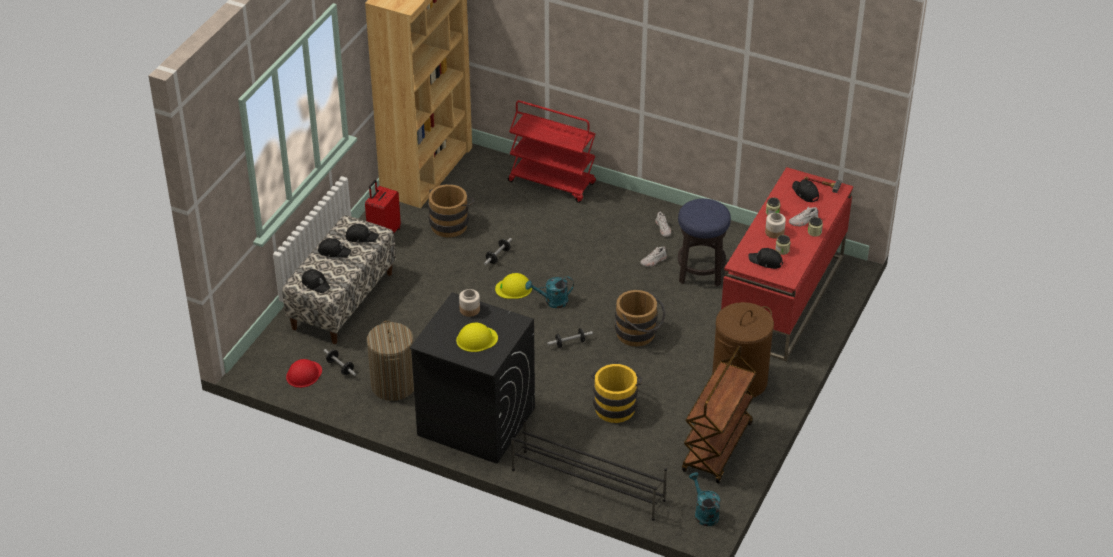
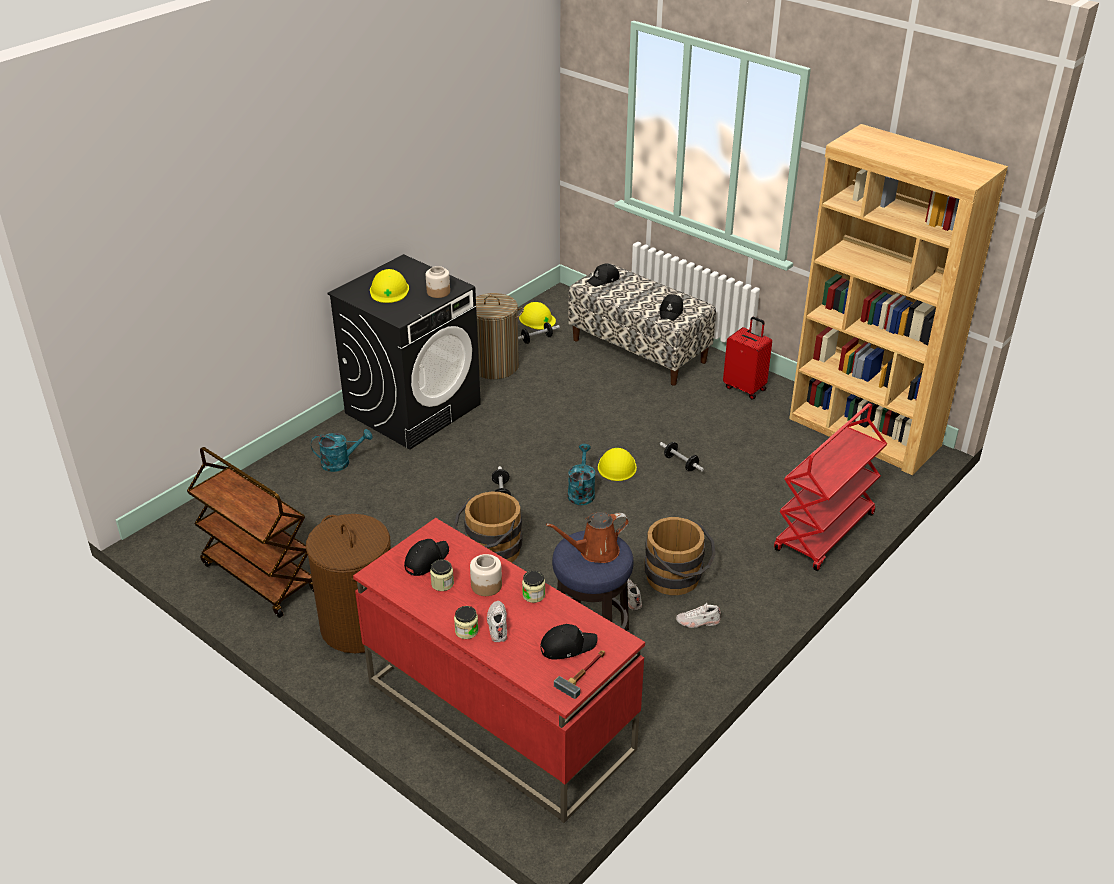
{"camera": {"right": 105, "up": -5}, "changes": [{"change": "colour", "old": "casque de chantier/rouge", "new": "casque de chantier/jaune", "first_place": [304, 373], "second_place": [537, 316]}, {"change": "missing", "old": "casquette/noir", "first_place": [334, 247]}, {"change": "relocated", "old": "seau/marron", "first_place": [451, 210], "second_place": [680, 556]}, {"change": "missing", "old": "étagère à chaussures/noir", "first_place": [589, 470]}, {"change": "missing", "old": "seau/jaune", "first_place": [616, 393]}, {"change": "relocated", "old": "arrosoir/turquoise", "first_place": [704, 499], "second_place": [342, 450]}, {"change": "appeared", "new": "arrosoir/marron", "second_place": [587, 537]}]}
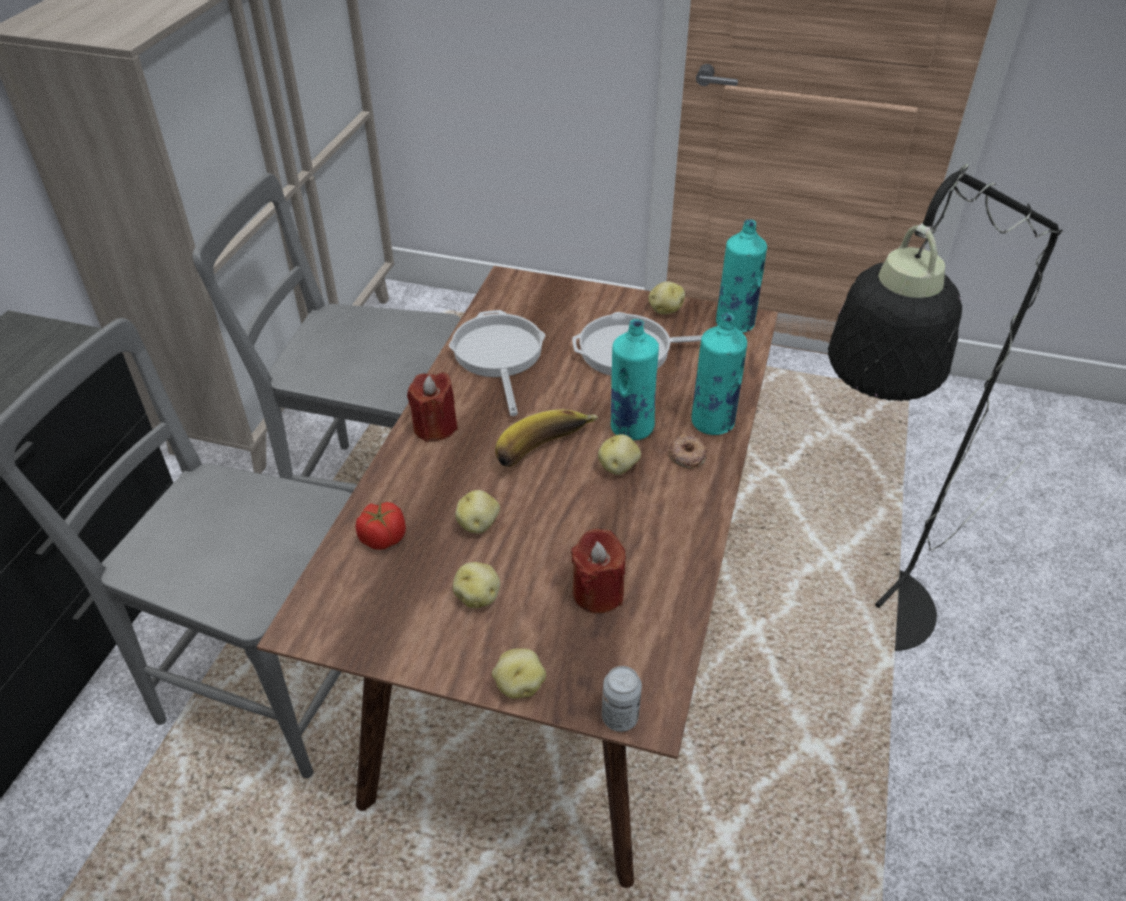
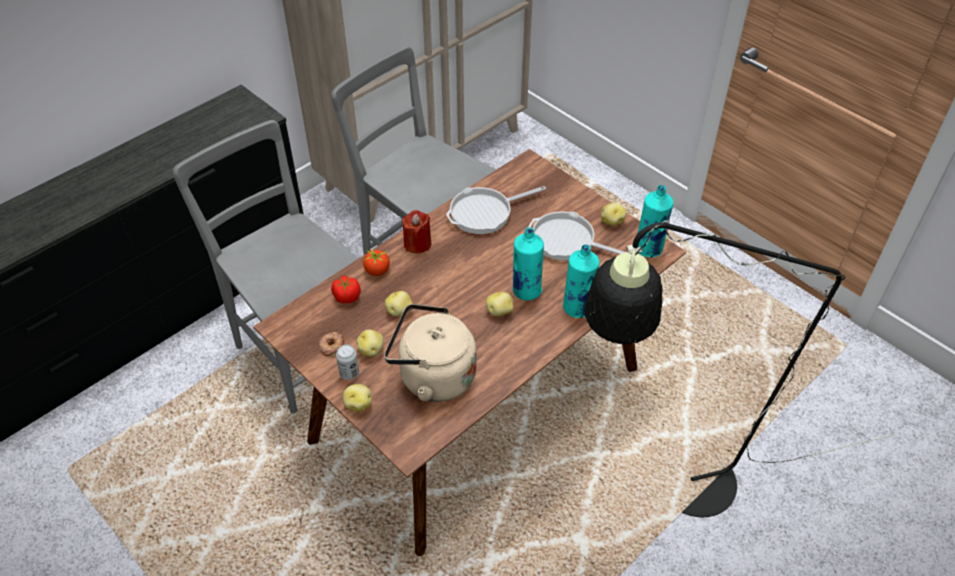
{"camera": {"right": 30, "up": 5}, "changes": [{"change": "spun", "old": "poêle", "first_place": [497, 363], "second_place": [496, 210], "degrees": -135}, {"change": "missing", "old": "banane", "first_place": [547, 438]}, {"change": "exchanged", "old": "bougie/rouge", "new": "bouilloire/beige", "first_place": [598, 571], "second_place": [430, 353]}, {"change": "relocated", "old": "boîte métallique", "first_place": [622, 699], "second_place": [347, 362]}, {"change": "relocated", "old": "beignet", "first_place": [688, 451], "second_place": [331, 344]}, {"change": "appeared", "new": "tomate", "second_place": [376, 262]}]}
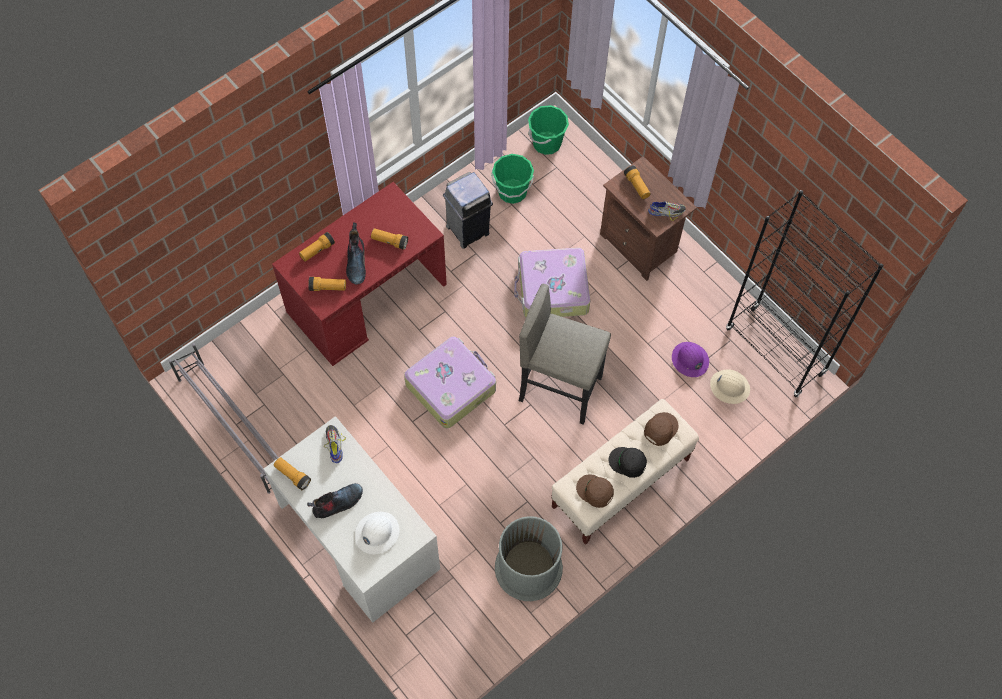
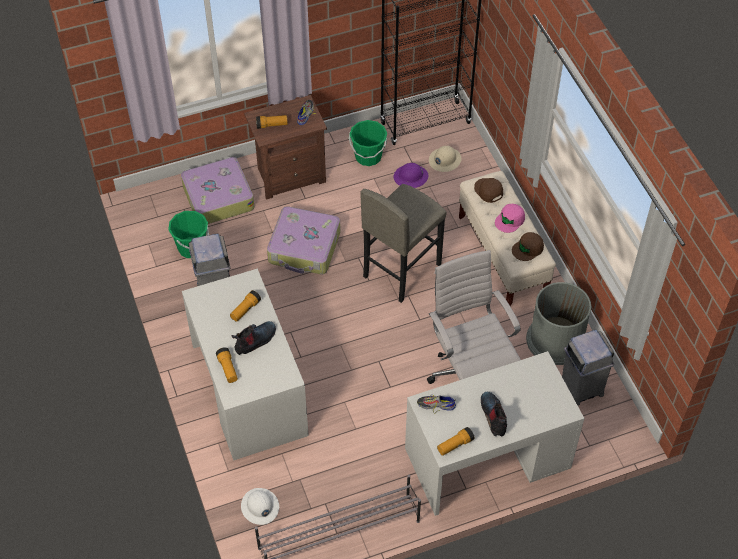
{"camera": {"right": -70, "up": -10}, "changes": [{"change": "colour", "old": "bureau/rouge", "new": "bureau/blanc", "first_place": [359, 274], "second_place": [245, 364]}, {"change": "missing", "old": "lampe de poche", "first_place": [327, 284]}, {"change": "spun", "old": "botte", "first_place": [356, 253], "second_place": [254, 338], "degrees": -60}, {"change": "relocated", "old": "casque de chantier/blanc", "first_place": [377, 533], "second_place": [260, 506]}, {"change": "relocated", "old": "valise", "first_place": [450, 382], "second_place": [217, 190]}, {"change": "relocated", "old": "seau/vert", "first_place": [548, 130], "second_place": [368, 143]}, {"change": "colour", "old": "casquette/noir", "new": "casquette/rose", "first_place": [628, 462], "second_place": [510, 218]}, {"change": "appeared", "new": "chaise de bureau/blanc", "second_place": [474, 317]}, {"change": "appeared", "new": "poubelle/gris", "second_place": [588, 368]}]}
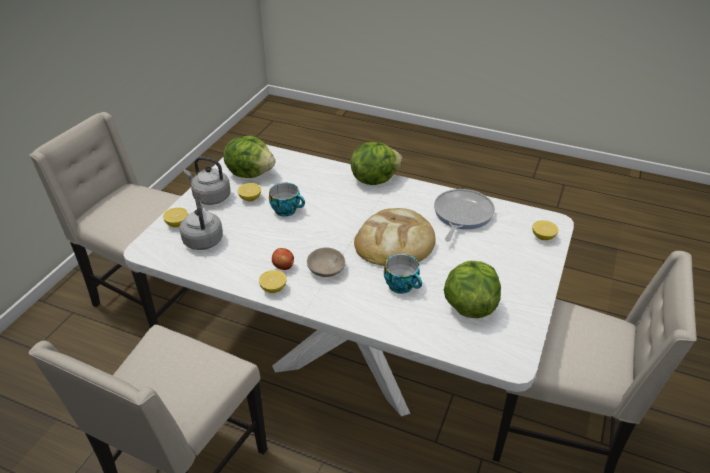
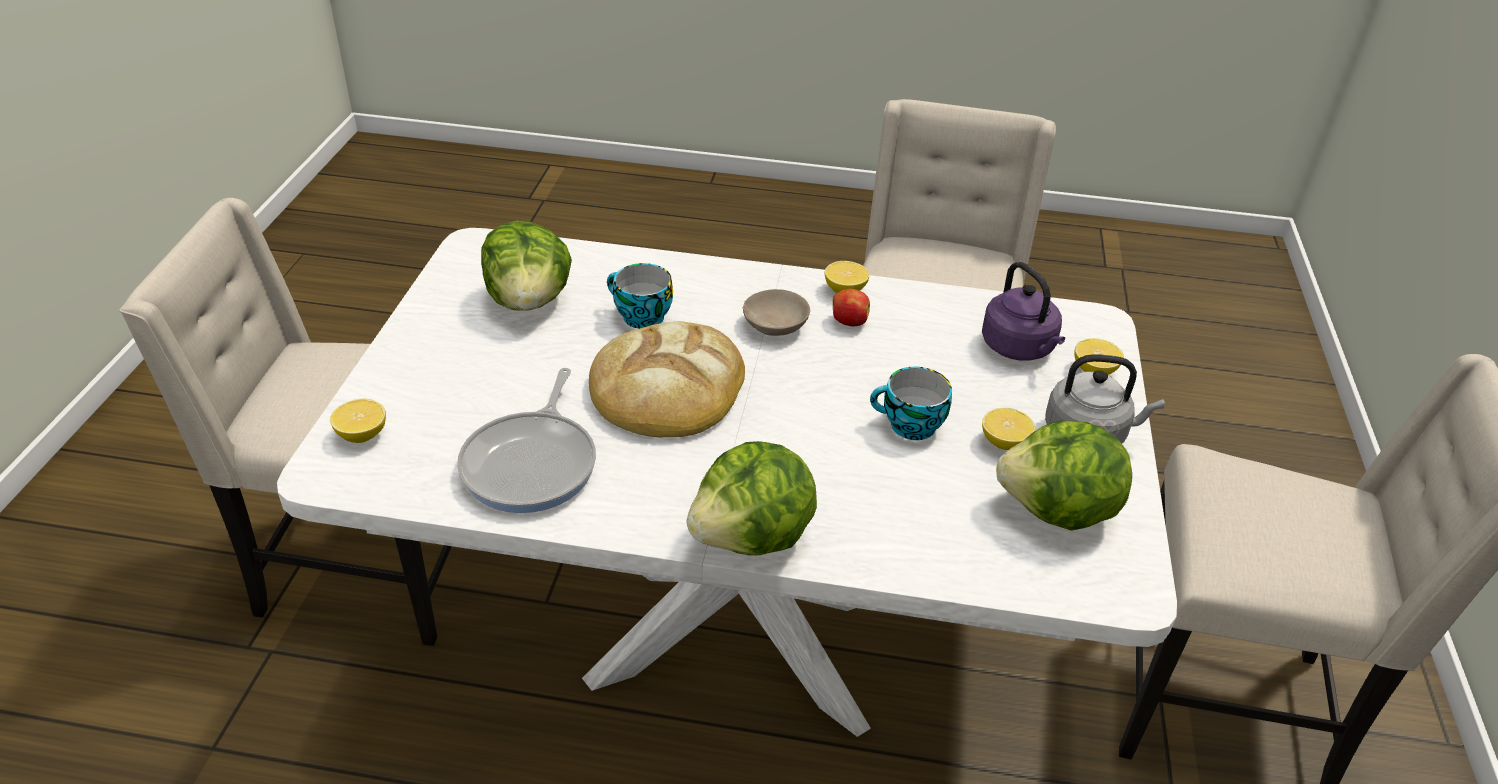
{"camera": {"right": 165, "up": 0}, "changes": [{"change": "colour", "old": "bouilloire/gris", "new": "bouilloire/violet", "first_place": [201, 223], "second_place": [1023, 311]}]}
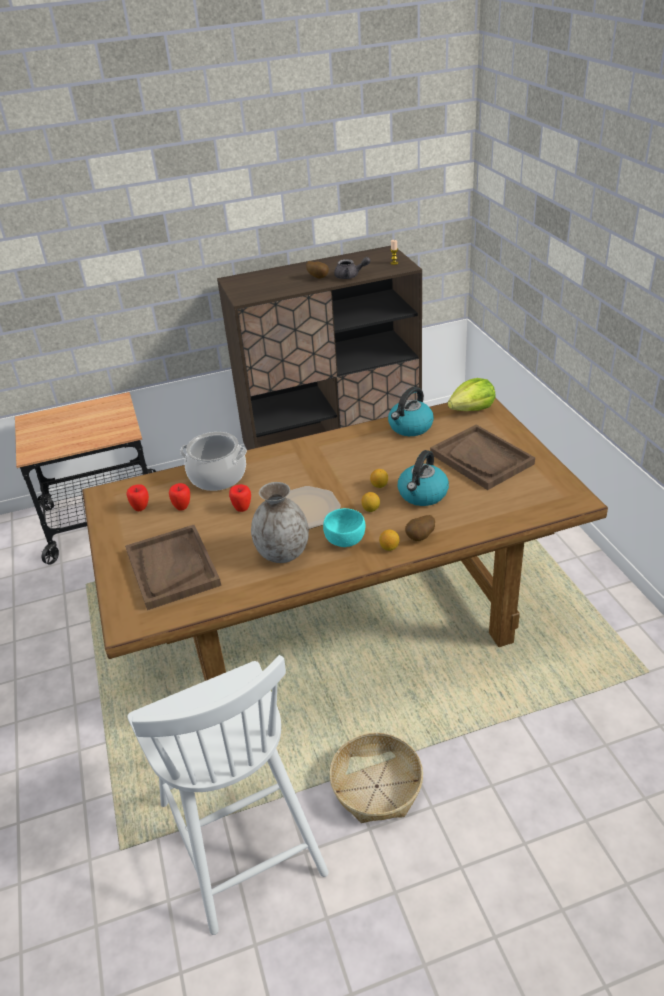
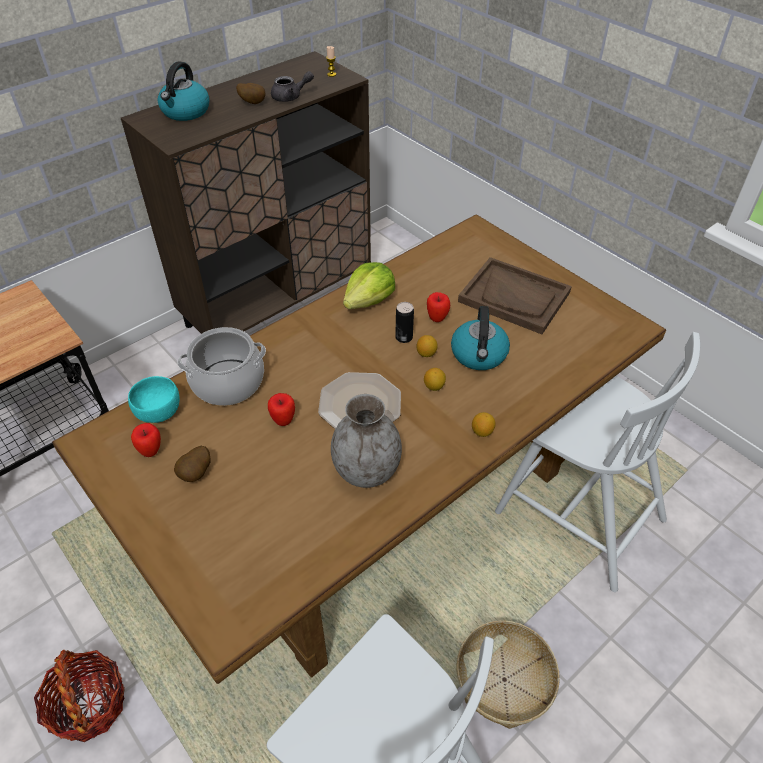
{"camera": {"right": -25, "up": 10}, "changes": [{"change": "missing", "old": "plateau/marron", "first_place": [173, 567]}, {"change": "relocated", "old": "pomme", "first_place": [179, 497], "second_place": [438, 307]}, {"change": "relocated", "old": "bol/turquoise", "first_place": [344, 527], "second_place": [154, 399]}, {"change": "relocated", "old": "bouilloire", "first_place": [411, 411], "second_place": [184, 91]}, {"change": "relocated", "old": "pomme de terre", "first_place": [420, 528], "second_place": [192, 464]}, {"change": "relocated", "old": "laitue", "first_place": [472, 394], "second_place": [369, 285]}, {"change": "appeared", "new": "panier", "second_place": [79, 696]}, {"change": "appeared", "new": "boîte métallique", "second_place": [404, 322]}, {"change": "appeared", "new": "chaise/blanc", "second_place": [597, 462]}]}
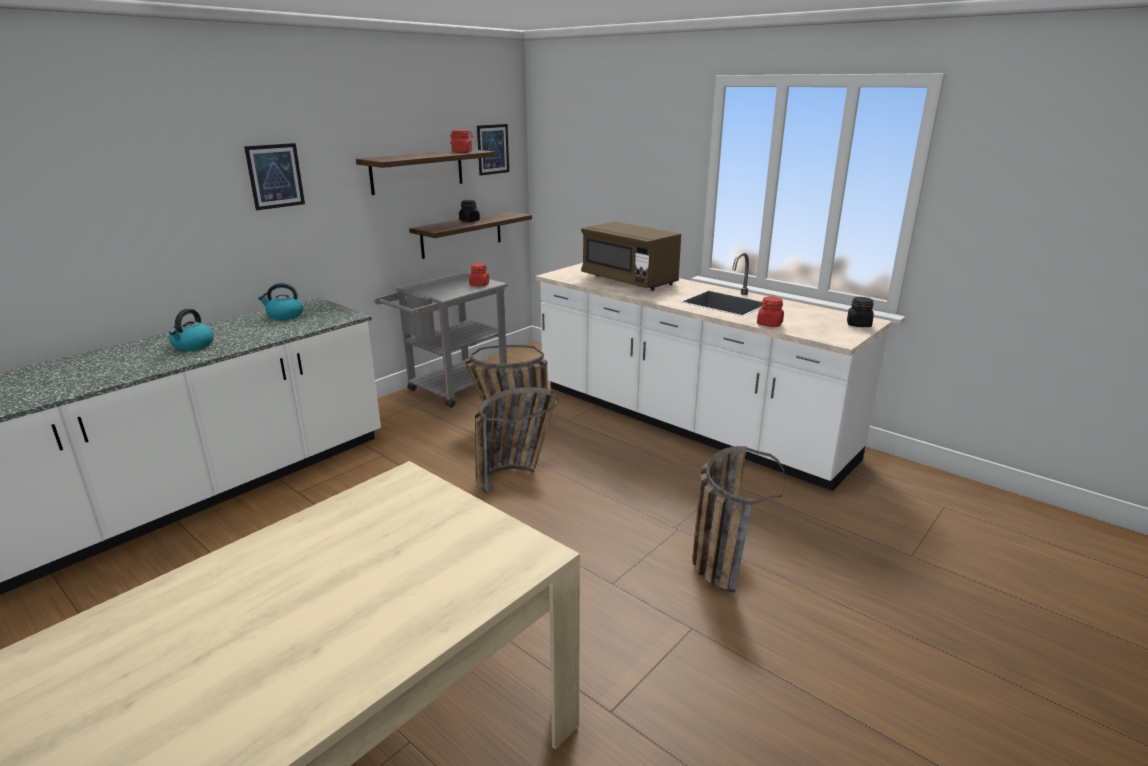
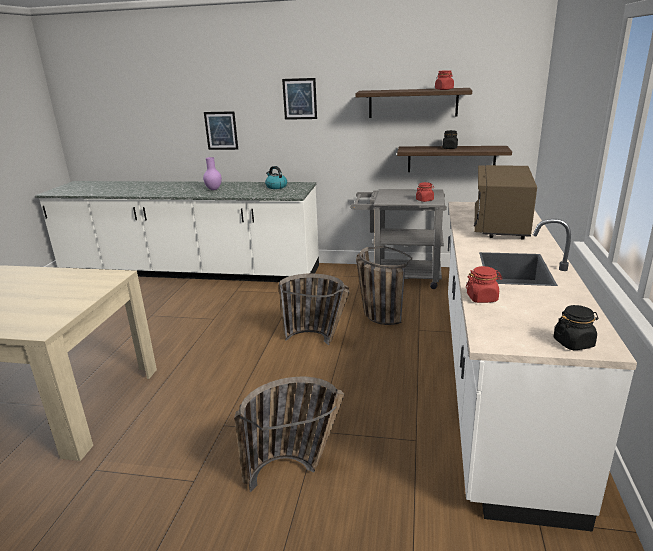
{"camera": {"right": 60, "up": 0}, "changes": [{"change": "exchanged", "old": "bouilloire", "new": "vase/violet", "first_place": [191, 330], "second_place": [212, 173]}, {"change": "relocated", "old": "tableau", "first_place": [493, 150], "second_place": [221, 130]}]}
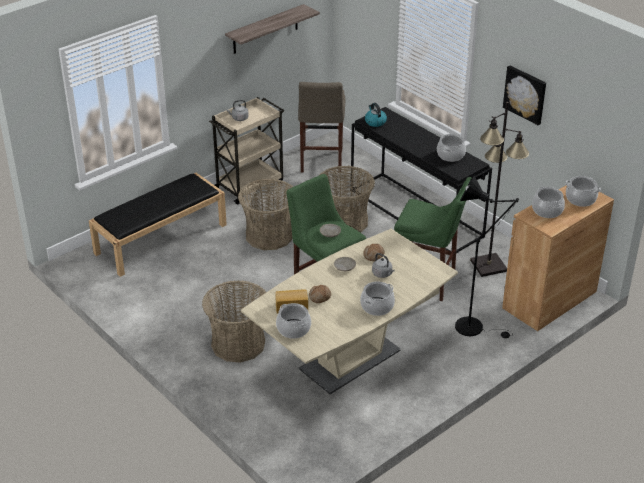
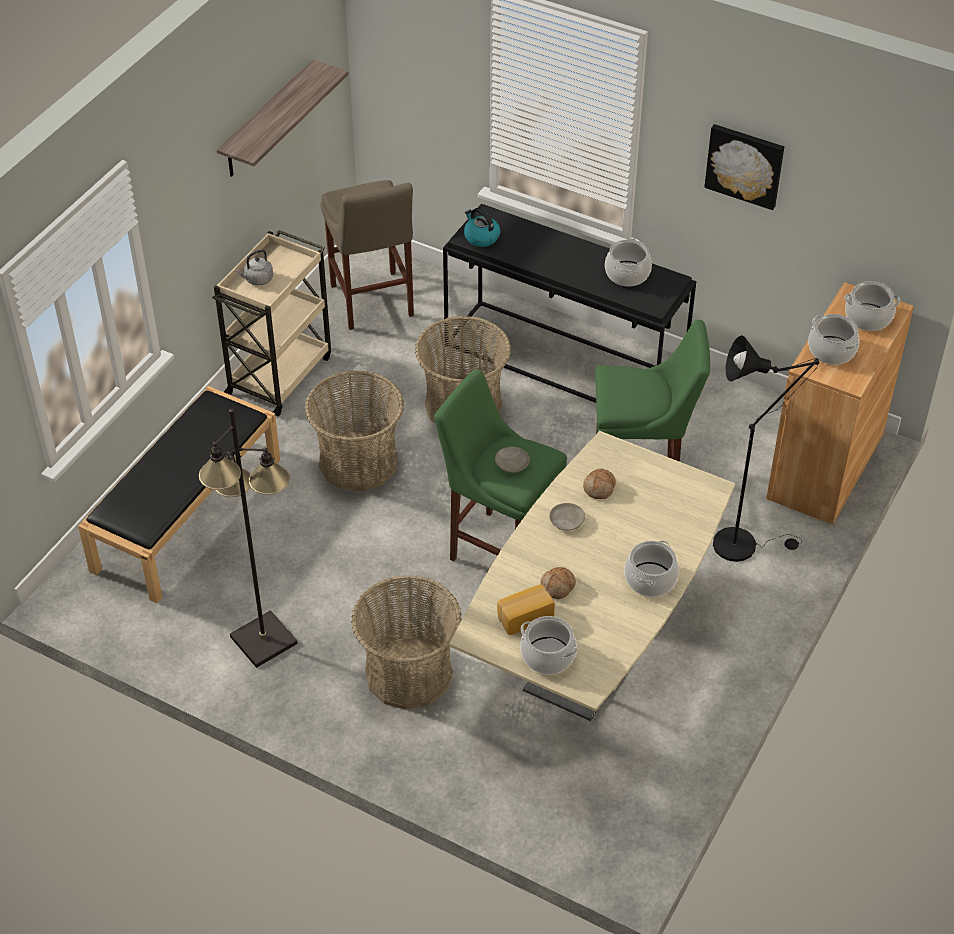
{"camera": {"right": -20, "up": 10}, "changes": [{"change": "missing", "old": "bouilloire/gris", "first_place": [383, 265]}, {"change": "relocated", "old": "lampadaire/noir", "first_place": [499, 189], "second_place": [248, 538]}]}
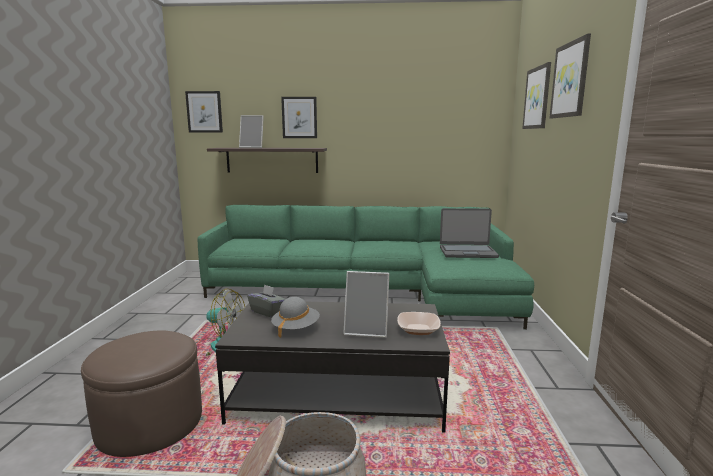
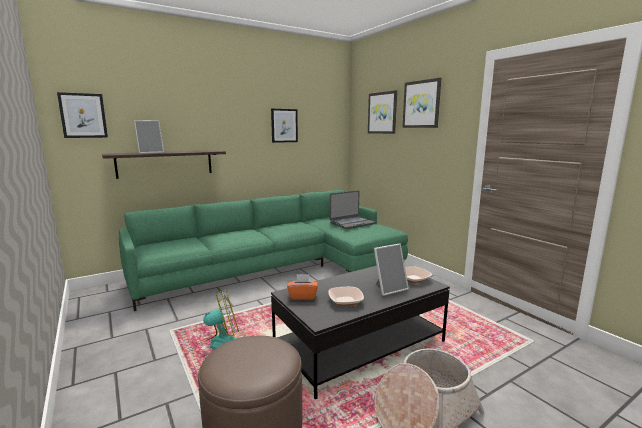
{"camera": {"right": -35, "up": 0}, "changes": [{"change": "colour", "old": "boîte à mouchoirs/gris", "new": "boîte à mouchoirs/orange", "first_place": [266, 300], "second_place": [302, 287]}, {"change": "exchanged", "old": "chapeau/gris", "new": "bol", "first_place": [295, 317], "second_place": [346, 296]}, {"change": "relocated", "old": "tableau", "first_place": [299, 117], "second_place": [284, 126]}]}
